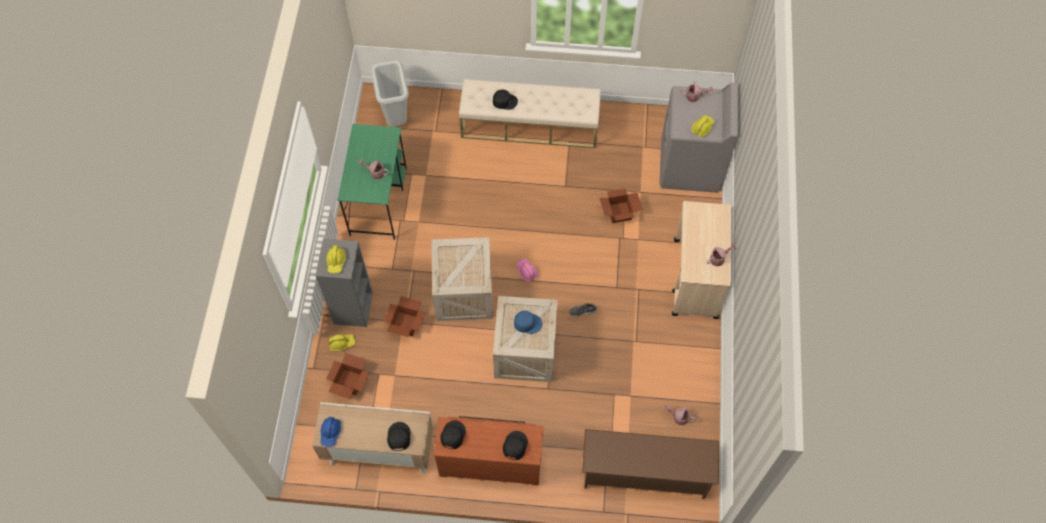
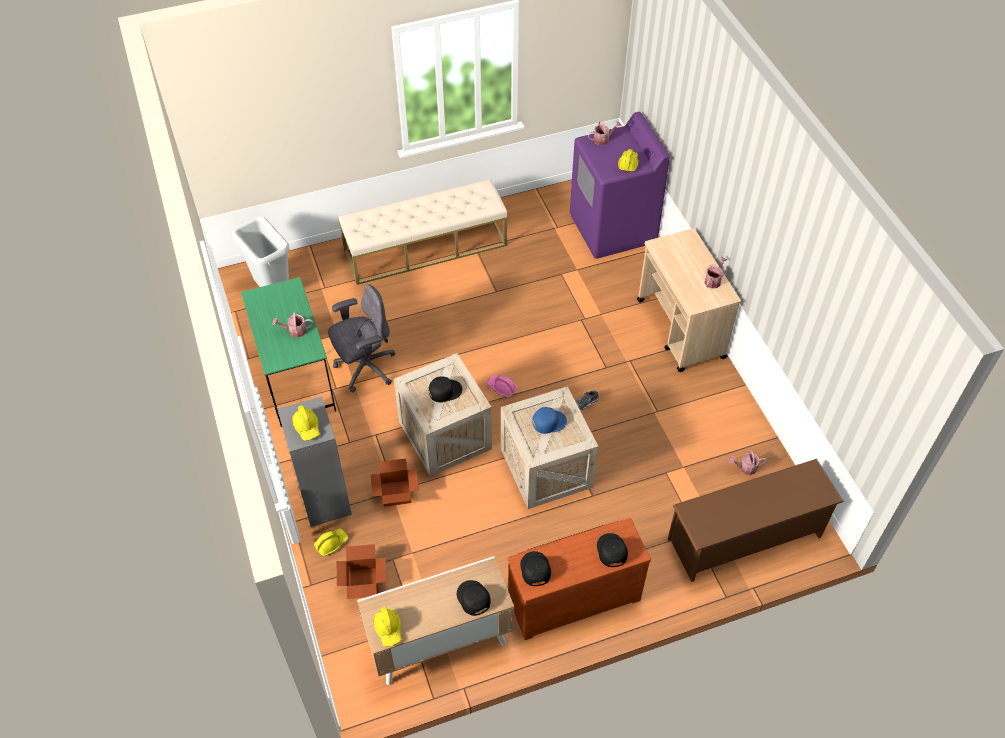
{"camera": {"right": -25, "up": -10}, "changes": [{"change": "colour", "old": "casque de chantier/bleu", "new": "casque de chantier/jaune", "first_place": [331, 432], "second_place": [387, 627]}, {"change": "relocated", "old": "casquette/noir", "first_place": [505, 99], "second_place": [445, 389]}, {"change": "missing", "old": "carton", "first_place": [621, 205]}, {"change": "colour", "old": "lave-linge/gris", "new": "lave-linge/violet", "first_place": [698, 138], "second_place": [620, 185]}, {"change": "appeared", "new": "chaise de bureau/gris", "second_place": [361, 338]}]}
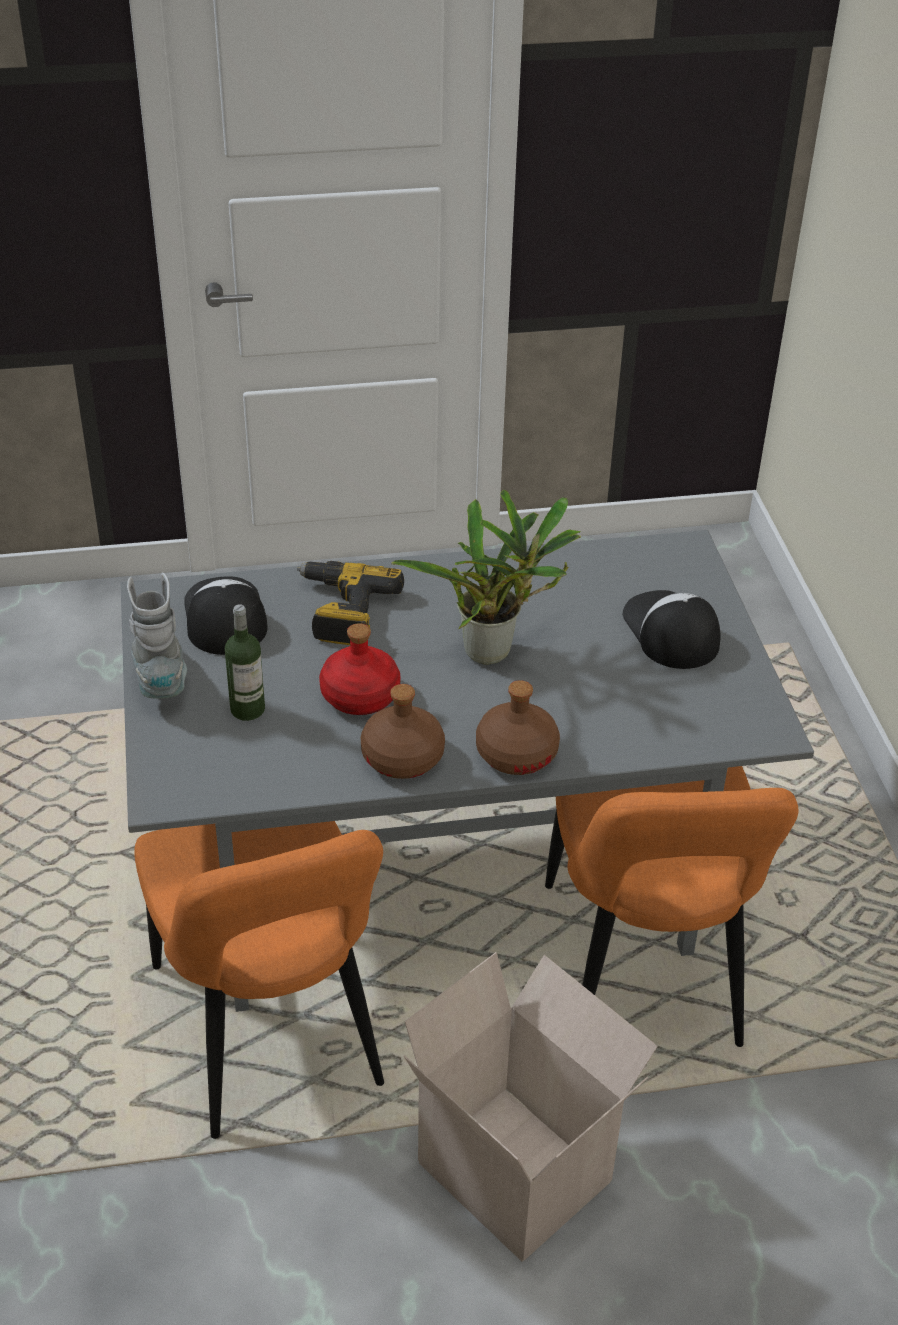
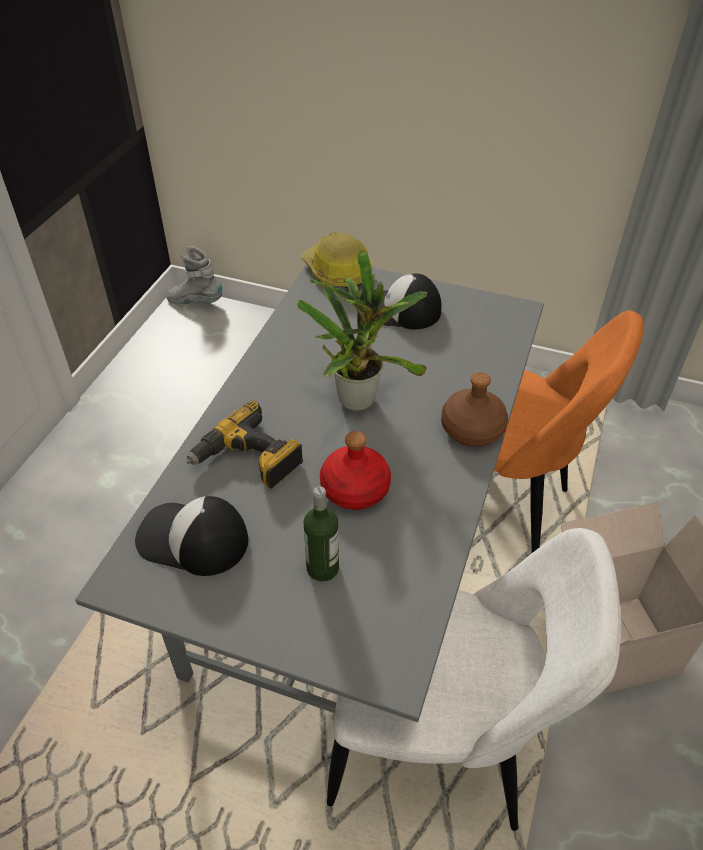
{"camera": {"right": -60, "up": 5}, "changes": [{"change": "relocated", "old": "botte/gris", "first_place": [157, 635], "second_place": [194, 275]}, {"change": "colour", "old": "chaise/orange", "new": "chaise/blanc", "first_place": [259, 980], "second_place": [474, 679]}, {"change": "missing", "old": "bouteille/marron", "first_place": [403, 731]}, {"change": "appeared", "new": "casque de chantier", "second_place": [336, 260]}]}
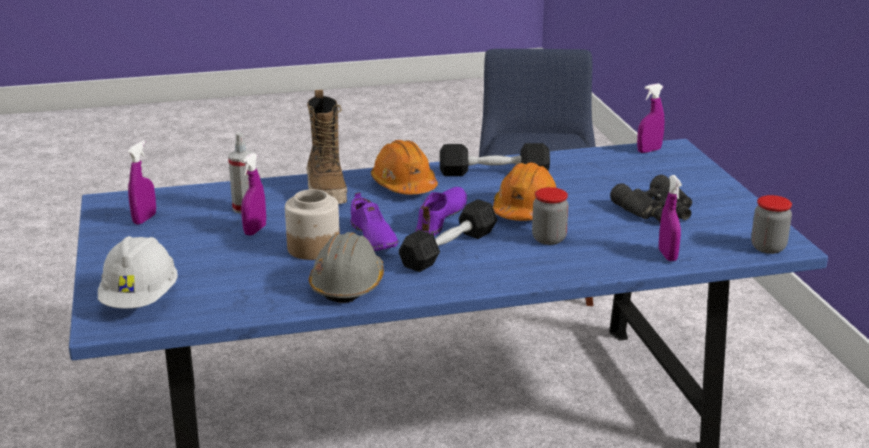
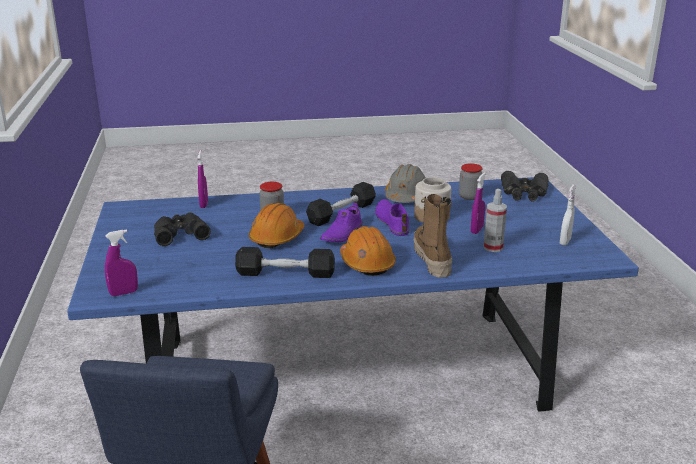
{"camera": {"right": -175, "up": 0}, "changes": [{"change": "exchanged", "old": "casque de chantier/blanc", "new": "jumelles/noir", "first_place": [138, 272], "second_place": [525, 186]}, {"change": "colour", "old": "vaporisateur/violet", "new": "vaporisateur/blanc", "first_place": [142, 183], "second_place": [568, 214]}, {"change": "relocated", "old": "bocal", "first_place": [771, 224], "second_place": [471, 181]}]}
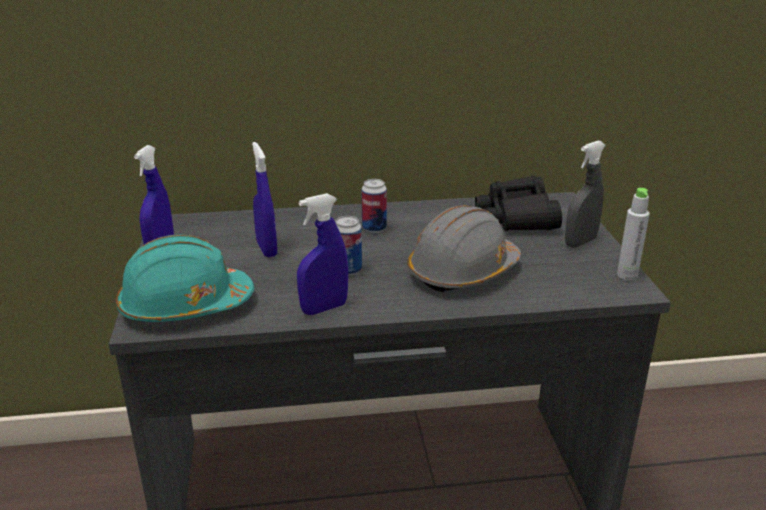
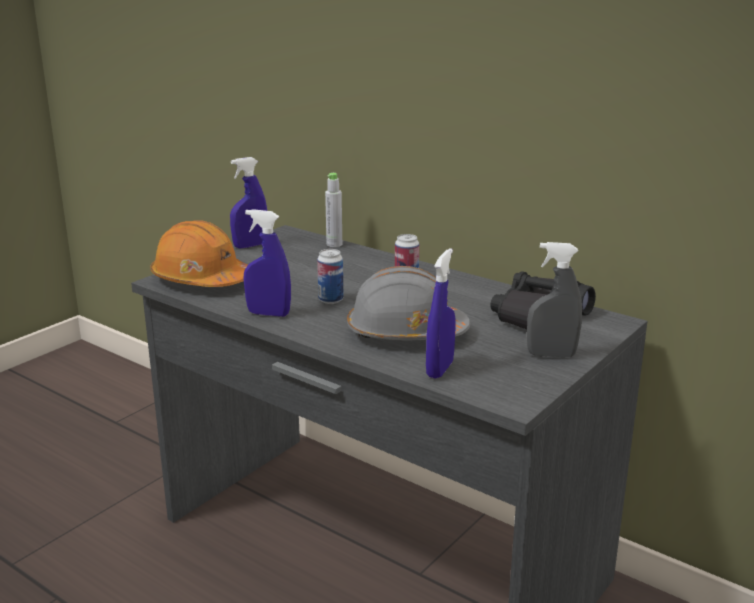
{"camera": {"right": 45, "up": -5}, "changes": [{"change": "colour", "old": "casque de chantier/turquoise", "new": "casque de chantier/orange", "first_place": [185, 278], "second_place": [199, 253]}, {"change": "relocated", "old": "vaporisateur/bleu", "first_place": [264, 199], "second_place": [441, 313]}, {"change": "relocated", "old": "bouteille/gris", "first_place": [633, 234], "second_place": [333, 210]}]}
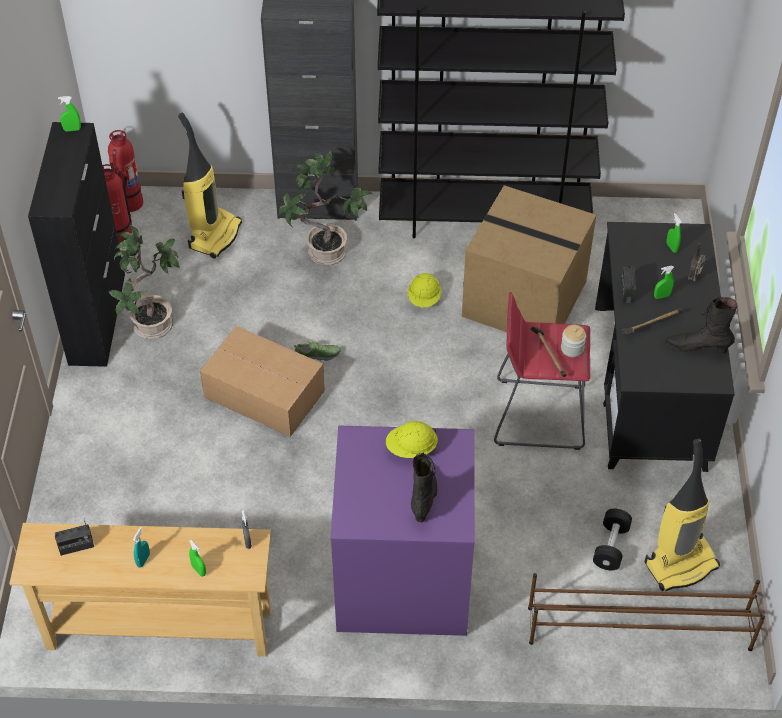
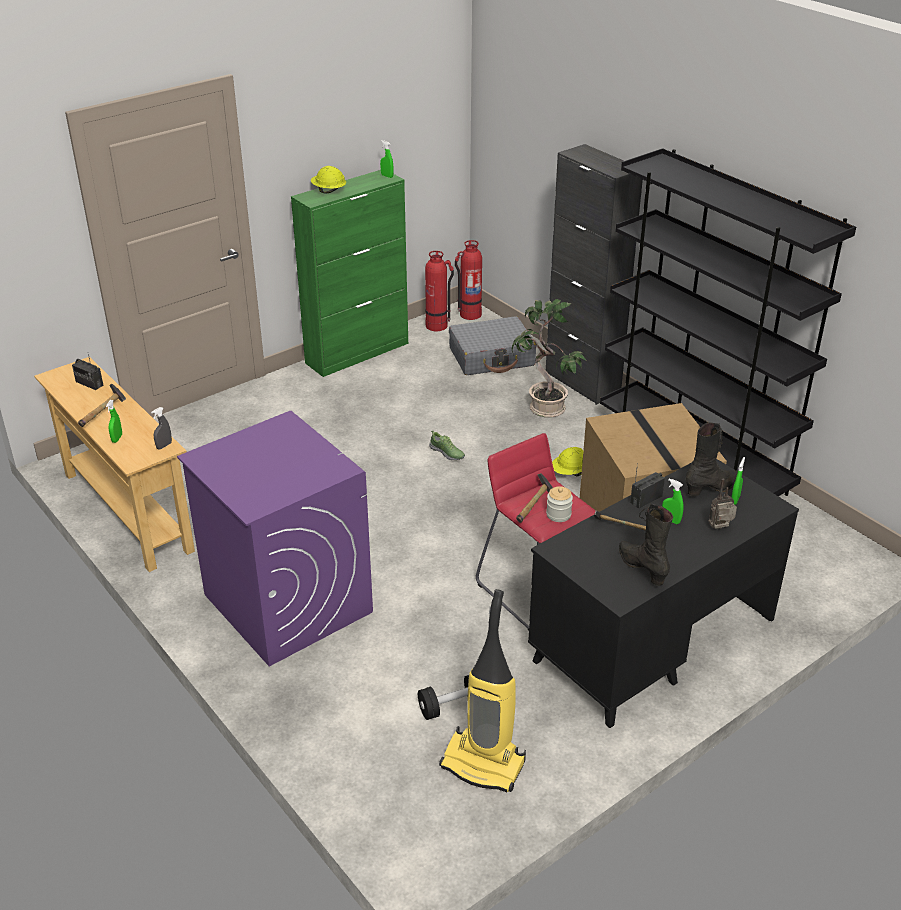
{"camera": {"right": 50, "up": -15}, "changes": [{"change": "colour", "old": "meuble de rangement/noir", "new": "meuble de rangement/vert", "first_place": [76, 244], "second_place": [349, 273]}, {"change": "missing", "old": "plante en pot", "first_place": [144, 282]}, {"change": "exchanged", "old": "vaporisateur/turquoise", "new": "marteau", "first_place": [141, 547], "second_place": [102, 405]}, {"change": "exchanged", "old": "aspirateur", "new": "valise/gris", "first_place": [210, 186], "second_place": [492, 345]}, {"change": "missing", "old": "carton", "first_place": [262, 381]}, {"change": "relocated", "old": "casque de chantier/jaune", "first_place": [412, 439], "second_place": [328, 179]}, {"change": "relocated", "old": "botte/noir", "first_place": [424, 487], "second_place": [711, 459]}, {"change": "missing", "old": "étagère à chaussures/marron", "first_place": [646, 612]}]}
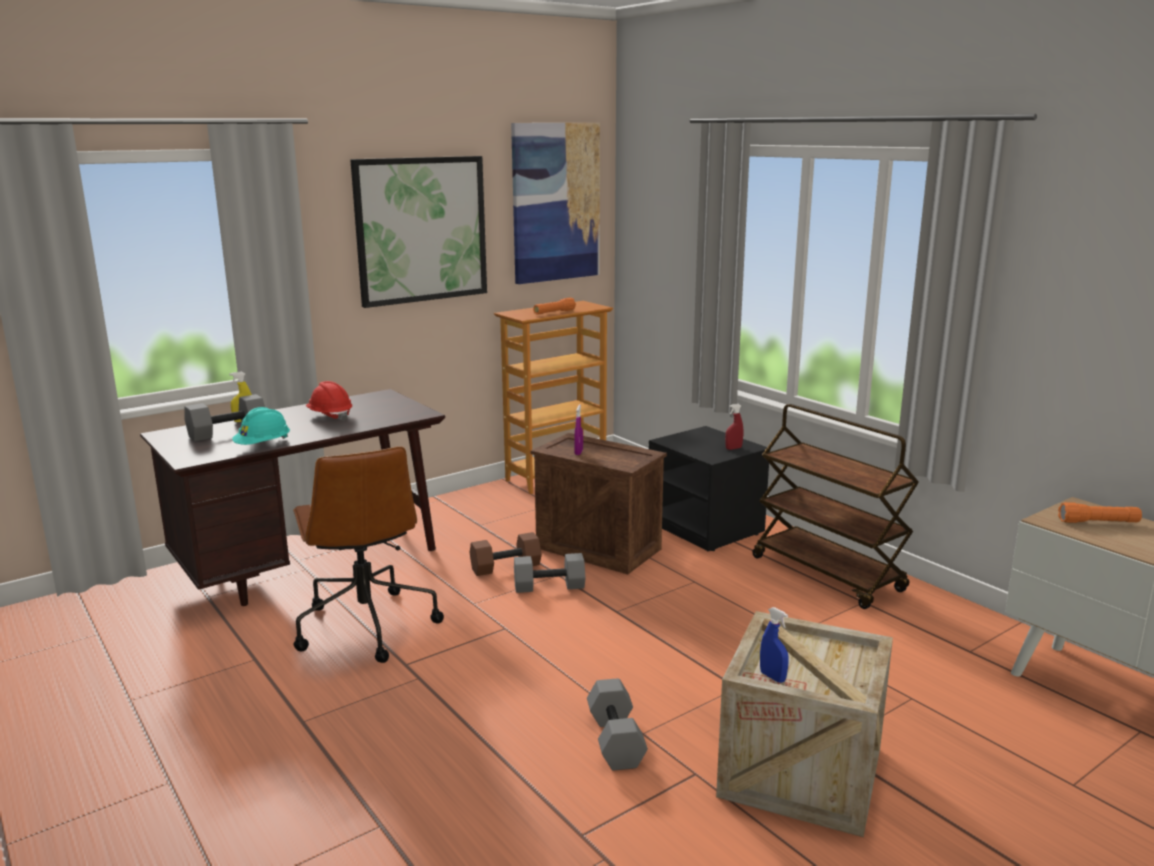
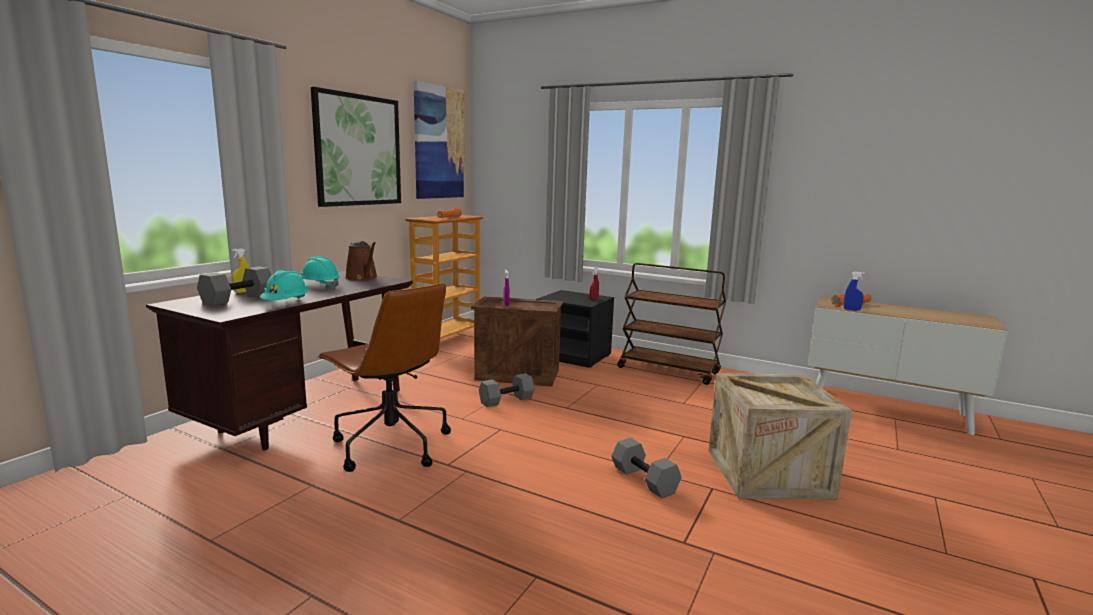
{"camera": {"right": -25, "up": -5}, "changes": [{"change": "colour", "old": "casque de chantier/rouge", "new": "casque de chantier/turquoise", "first_place": [329, 401], "second_place": [320, 272]}, {"change": "missing", "old": "haltère/marron", "first_place": [506, 554]}, {"change": "relocated", "old": "vaporisateur/bleu", "first_place": [774, 645], "second_place": [854, 291]}, {"change": "appeared", "new": "arrosoir/marron", "second_place": [361, 261]}]}
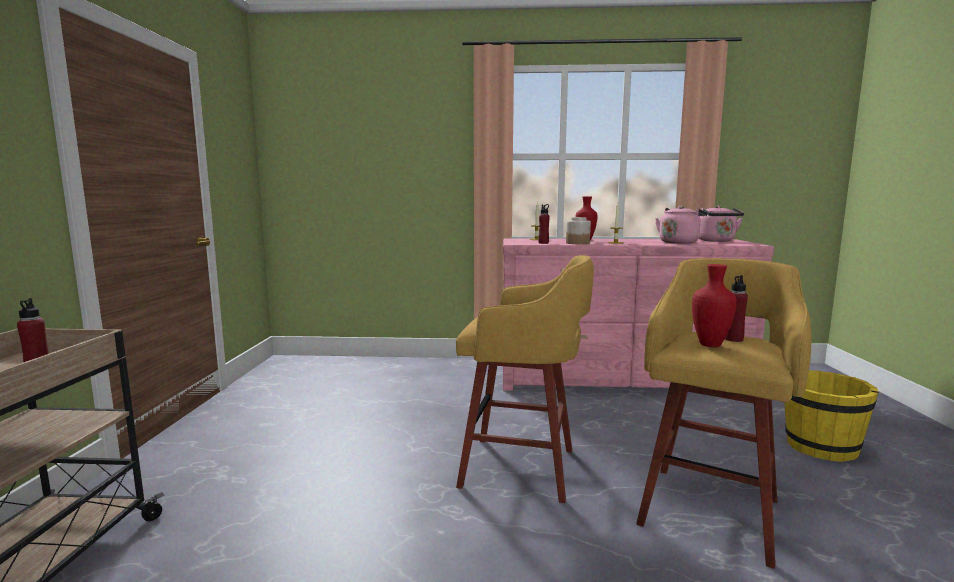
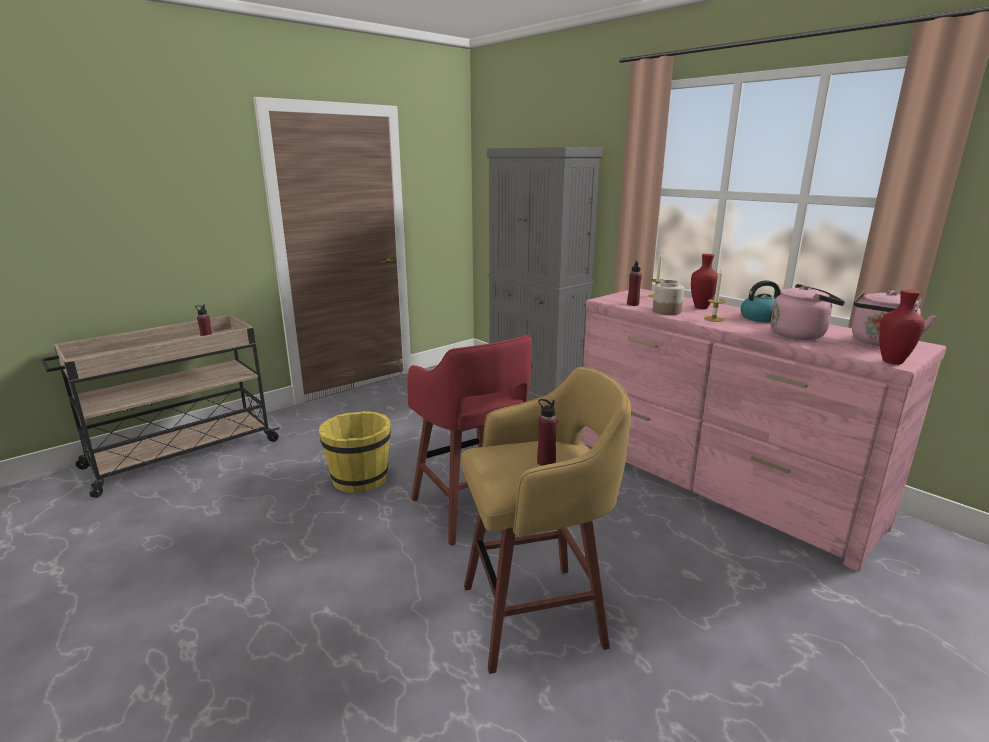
{"camera": {"right": 45, "up": 10}, "changes": [{"change": "colour", "old": "tabouret/jaune", "new": "tabouret/rouge", "first_place": [525, 379], "second_place": [469, 440]}, {"change": "relocated", "old": "vase/rouge", "first_place": [714, 305], "second_place": [902, 327]}, {"change": "relocated", "old": "seau/jaune", "first_place": [831, 416], "second_place": [355, 452]}, {"change": "appeared", "new": "meuble de rangement/gris", "second_place": [545, 274]}, {"change": "appeared", "new": "bouilloire", "second_place": [761, 301]}]}
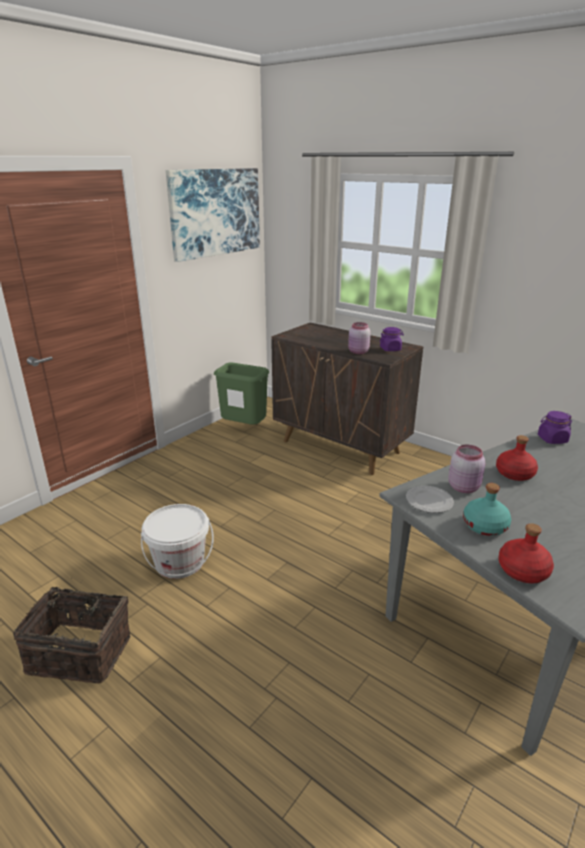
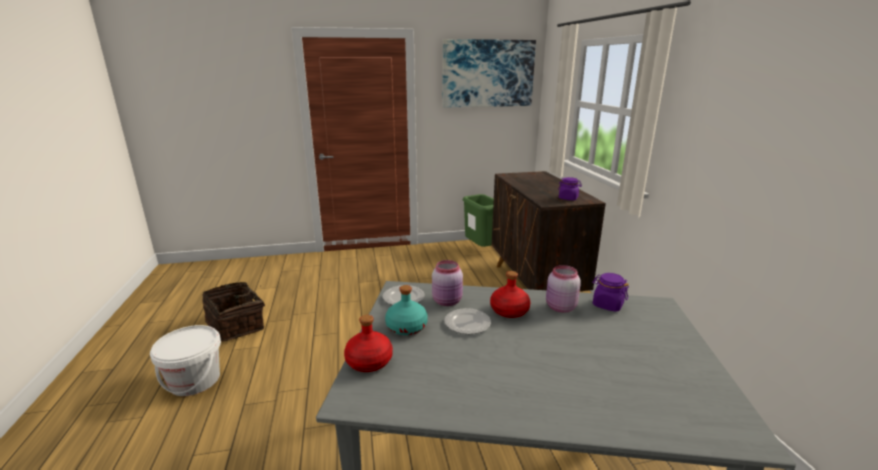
{"camera": {"right": 40, "up": -5}, "changes": [{"change": "relocated", "old": "seau/blanc", "first_place": [177, 541], "second_place": [185, 360]}, {"change": "relocated", "old": "bocal/rose", "first_place": [359, 338], "second_place": [563, 289]}, {"change": "appeared", "new": "assiette", "second_place": [467, 321]}]}
